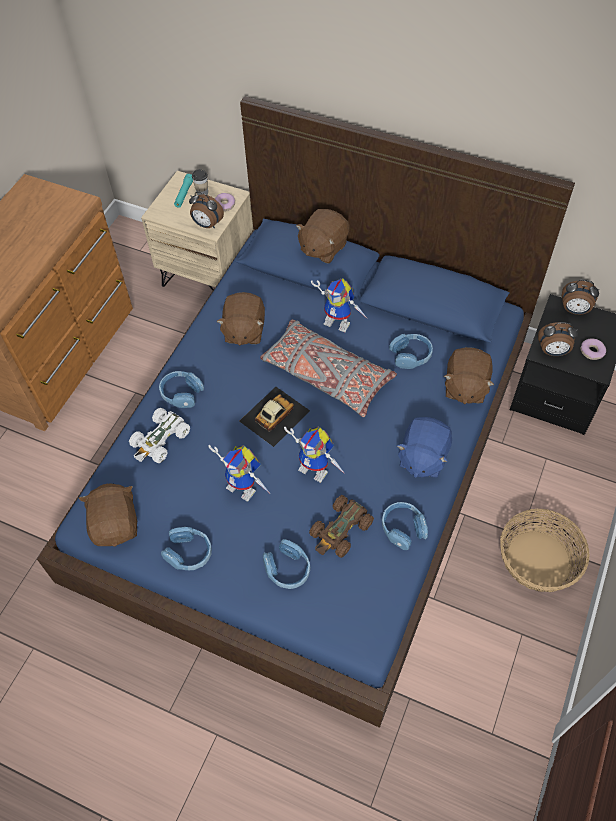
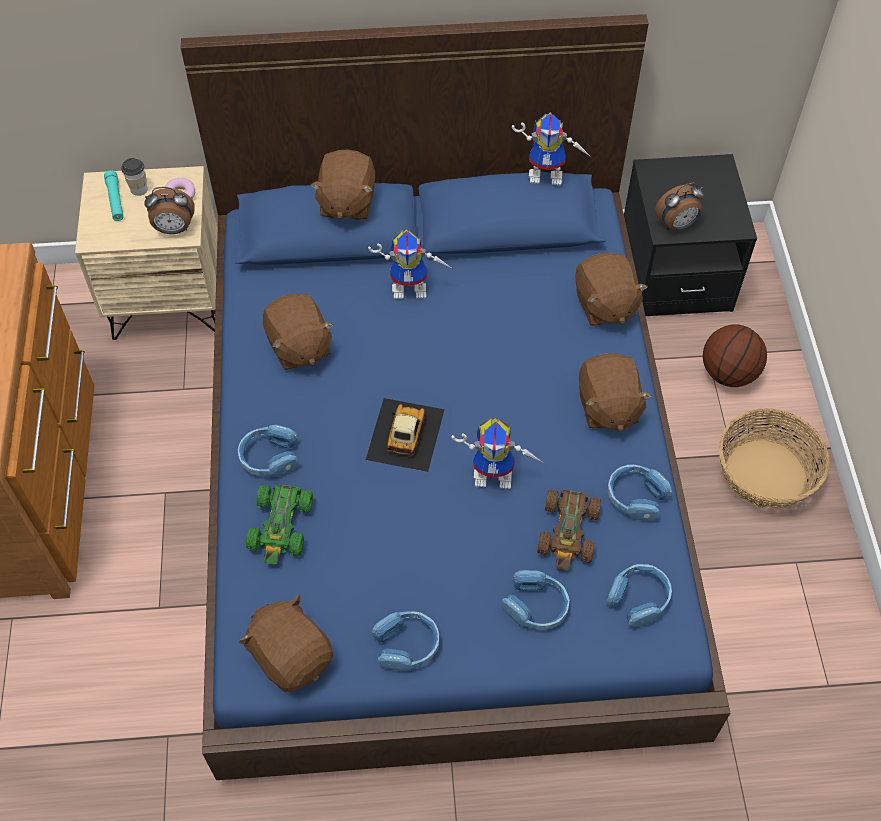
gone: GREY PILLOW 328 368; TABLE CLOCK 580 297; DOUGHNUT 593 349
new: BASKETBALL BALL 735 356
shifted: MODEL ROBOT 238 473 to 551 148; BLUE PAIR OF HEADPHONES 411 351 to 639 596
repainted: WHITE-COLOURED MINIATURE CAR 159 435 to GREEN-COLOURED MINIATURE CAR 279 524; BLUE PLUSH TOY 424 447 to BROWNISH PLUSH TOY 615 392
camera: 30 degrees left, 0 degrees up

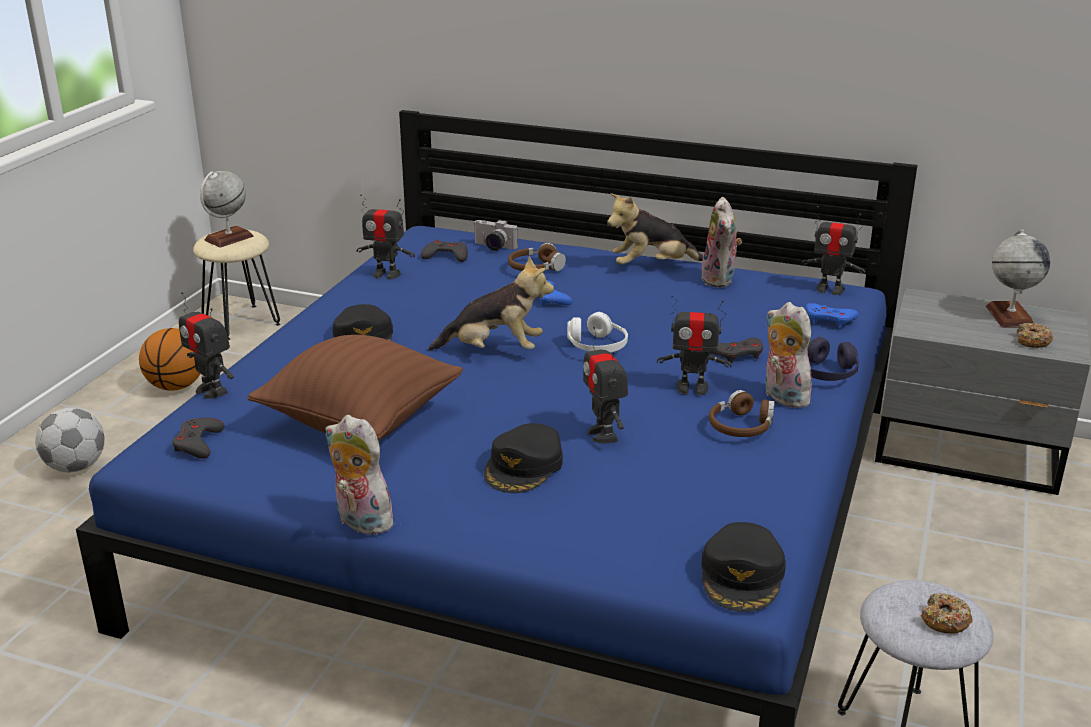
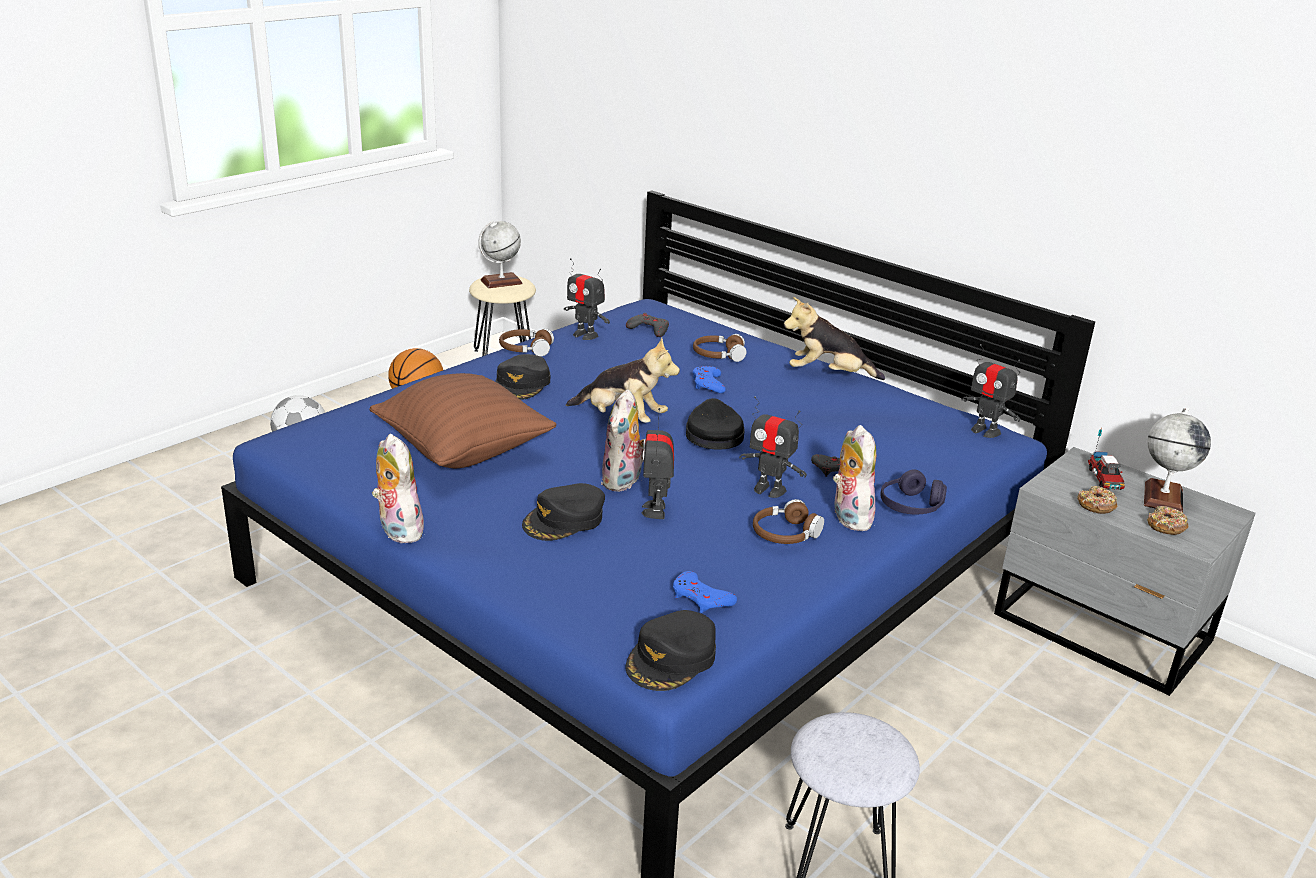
gone: GREY GAME CONTROLLER 198 438; MODEL ROBOT 206 345; PHOTO CAMERA 495 235
new: BROWNISH PAIR OF HEADPHONES 526 342; MODEL TRUCK 1106 459
shifted: PLUSH TOY 721 242 to 622 440; BLUE GAME CONTROLLER 831 315 to 705 592; DOUGHNUT 947 613 to 1097 500
swapped: WHITE-COLOURED PAIR OF HEADPHONES 597 332 to BLACK-COLOURED CAP 715 424
camera: 20 degrees right, 0 degrees up

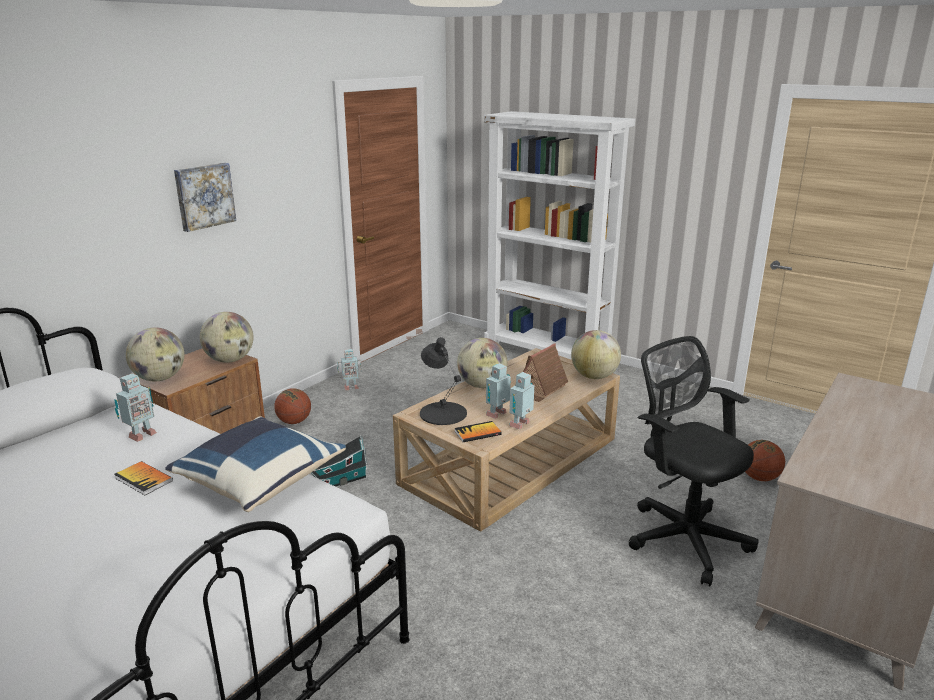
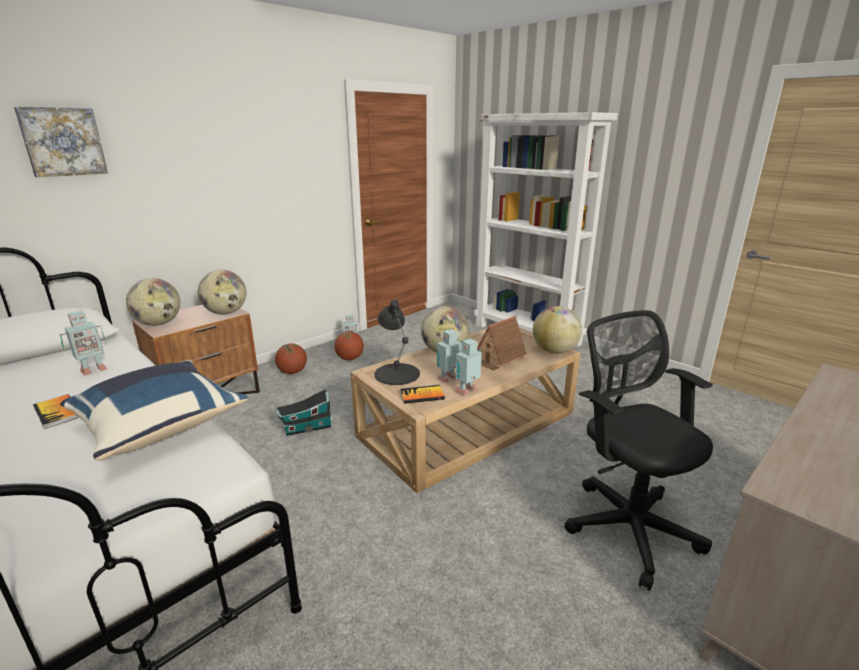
shifted: WALL PICTURE 205 197 to 61 142; BASKETBALL BALL 765 460 to 349 345
camera: 10 degrees right, 0 degrees up

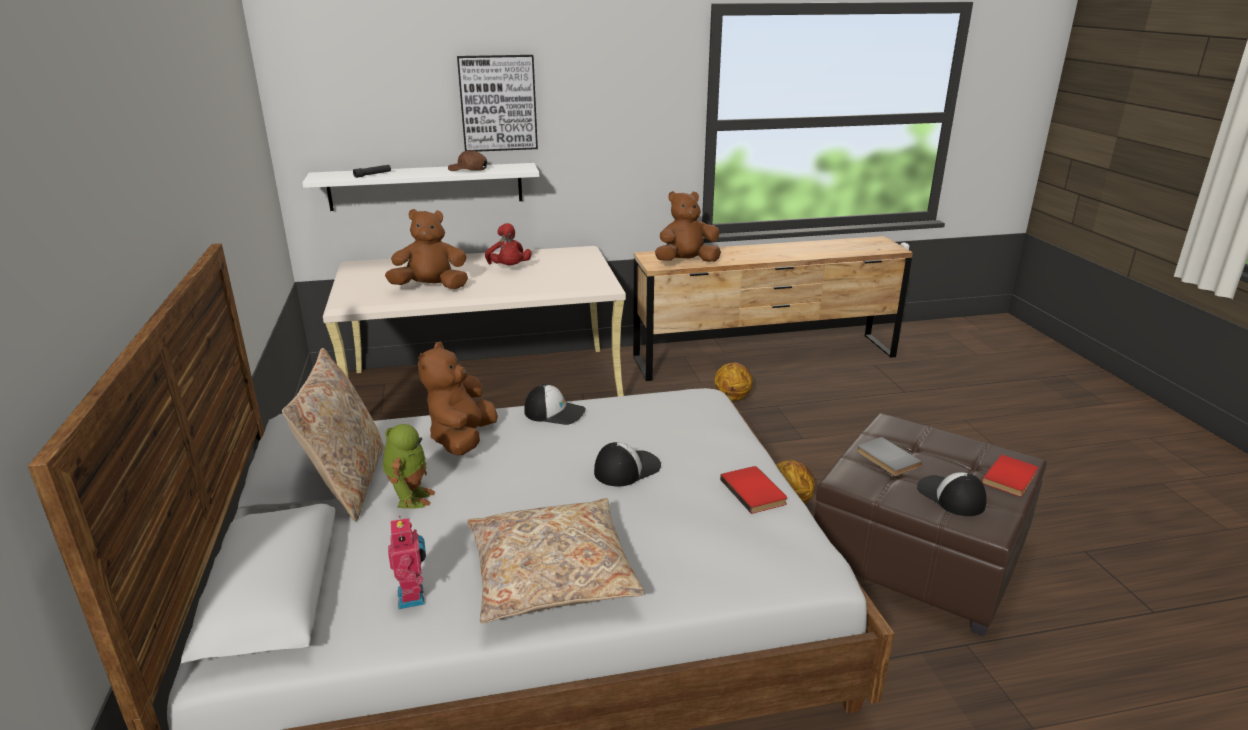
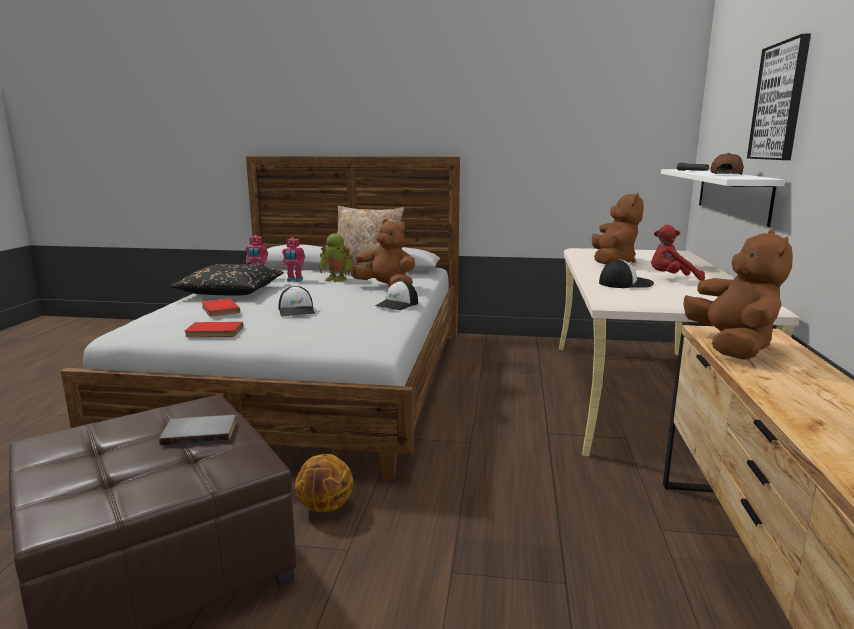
gone: BASKETBALL BALL 733 381
new: MODEL ROBOT 293 259
shifted: CAP 952 494 to 626 273; REDDISH VOLUME 1010 475 to 220 307
repainted: BEIGE-COLOURED PILLOW 556 560 to BLACK-COLOURED PILLOW 227 280
camera: 110 degrees right, 10 degrees down

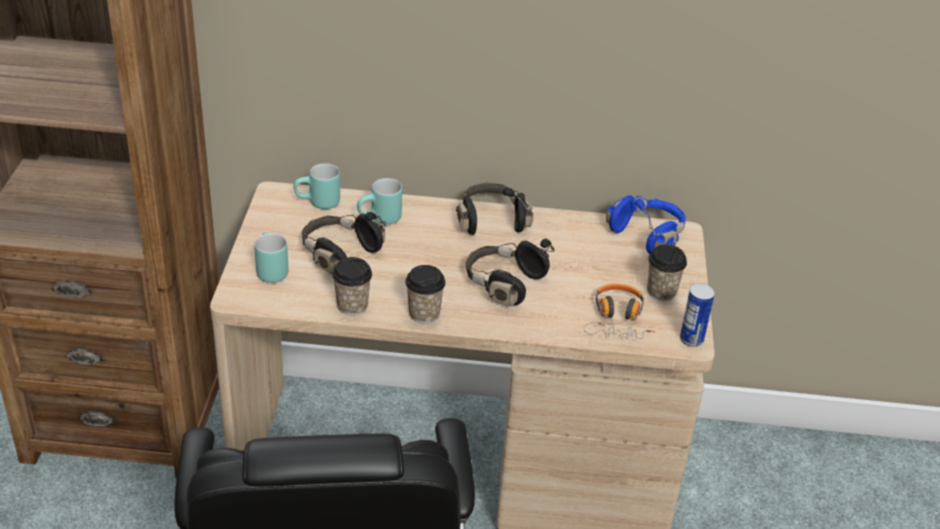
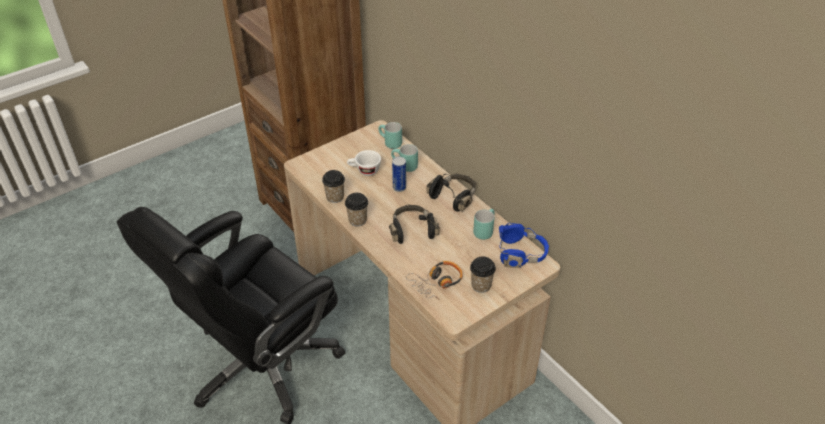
shifted: TURQUOISE COFFEE MUG 271 257 to 484 224; SEALED CAN 697 315 to 399 174
swapped: BLACK-COLOURED PAIR OF HEADPHONES 345 243 to WHITE-COLOURED DRINKING CUP 364 163
camera: 50 degrees right, 5 degrees up

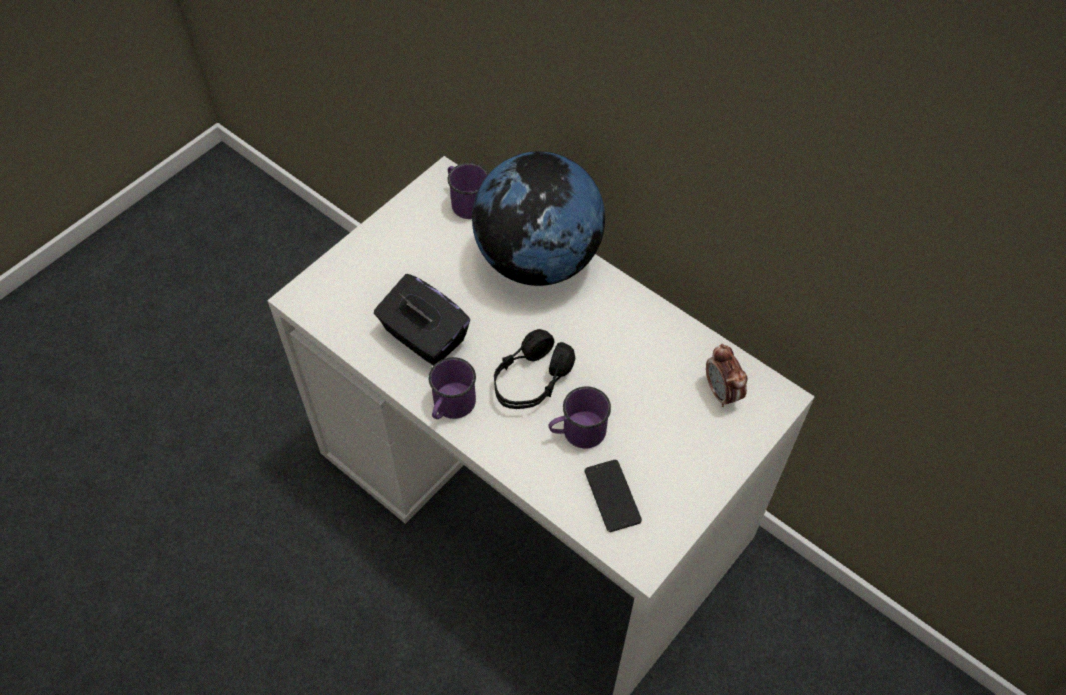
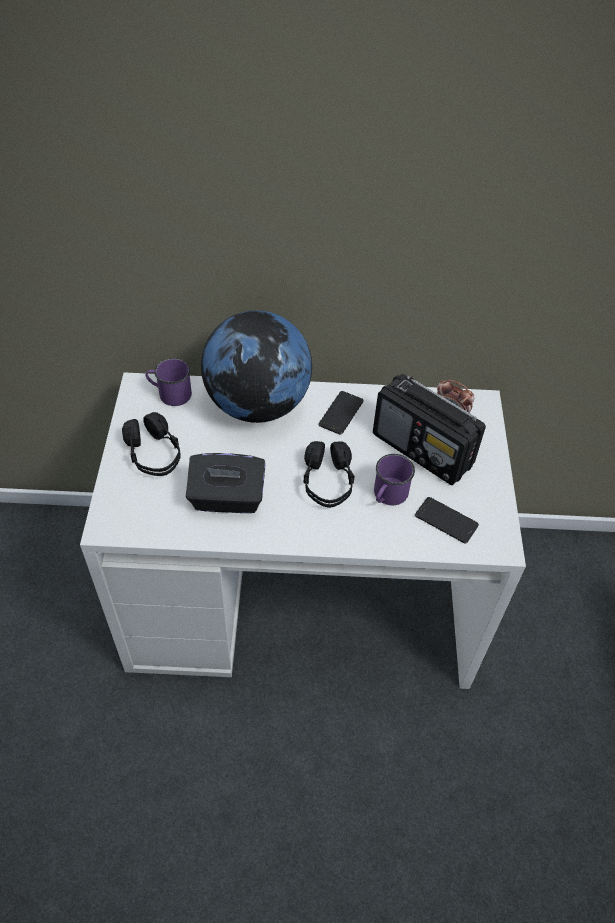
gone: PURPLISH COFFEE MUG 452 388
new: BLACK-COLOURED PAIR OF HEADPHONES 151 444; PHONE 341 413; RADIO 429 429
camera: 40 degrees left, 5 degrees down

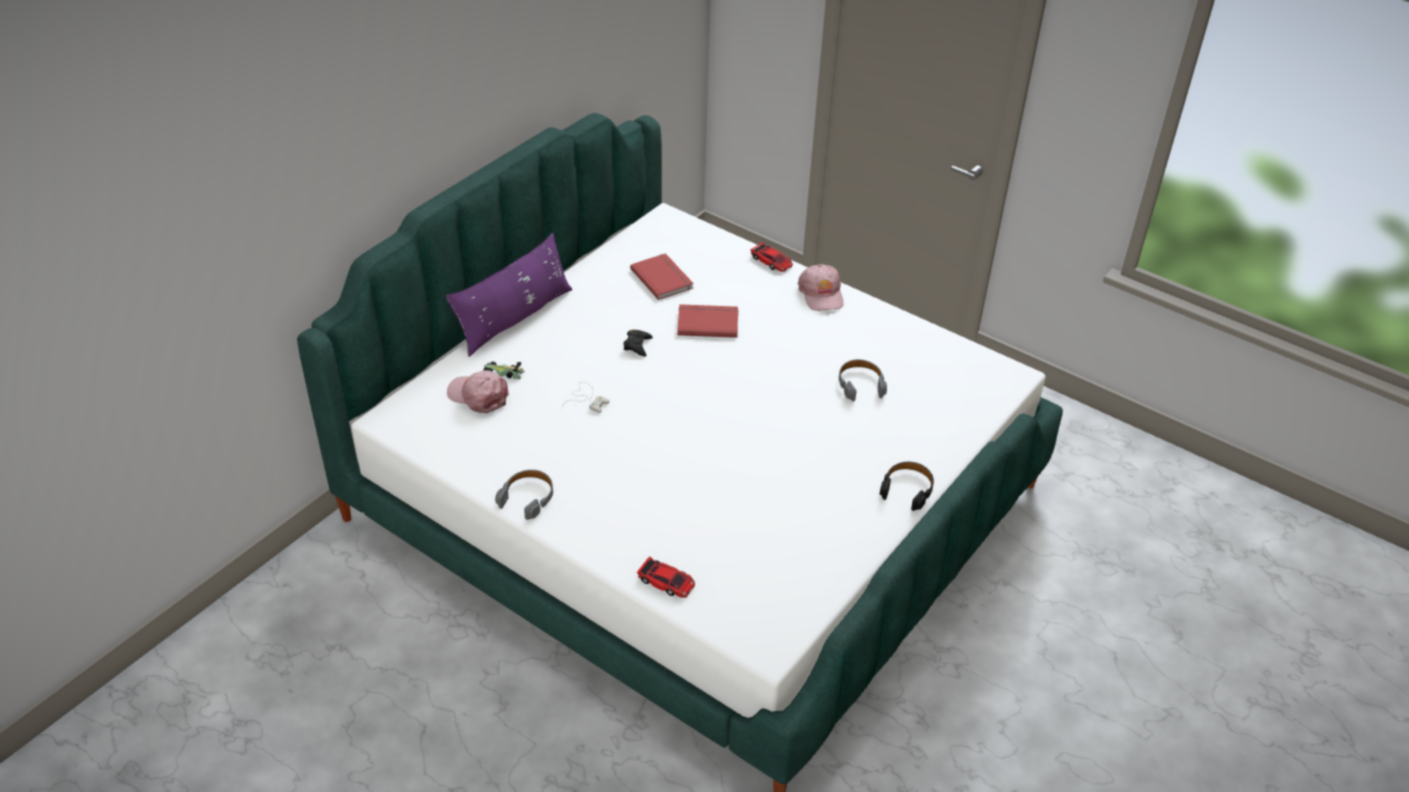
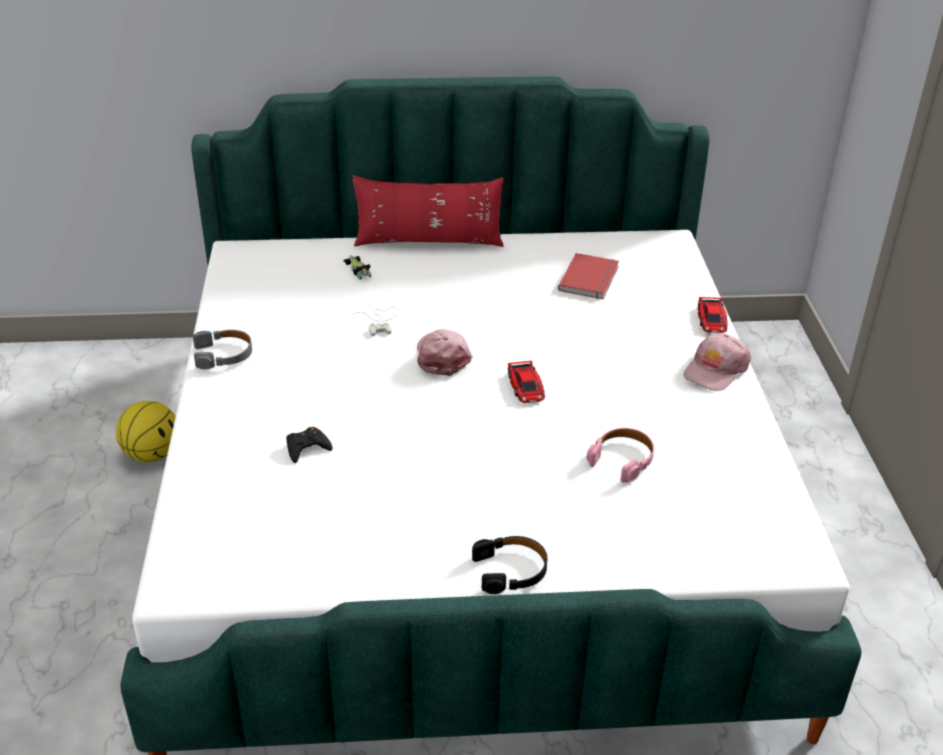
gone: REDDISH VOLUME 707 321
new: BASKETBALL BALL 146 431
shifted: PINK CAP 478 391 to 445 352; BLACK-COLOURED GAME CONTROLLER 638 343 to 309 445; MINIATURE CAR 665 577 to 526 382
repainted: PURPLISH PILLOW 509 295 to REDDISH PILLOW 428 211; GREY PAIR OF HEADPHONES 863 380 to PINK PAIR OF HEADPHONES 620 455
camera: 50 degrees right, 5 degrees down

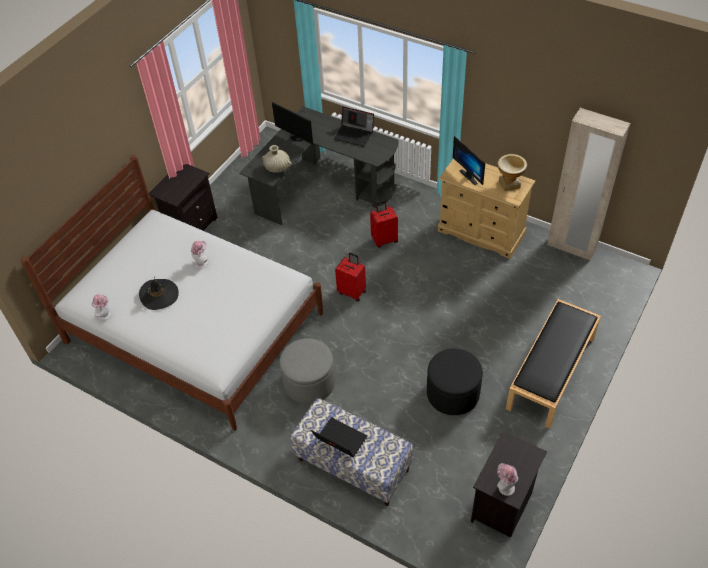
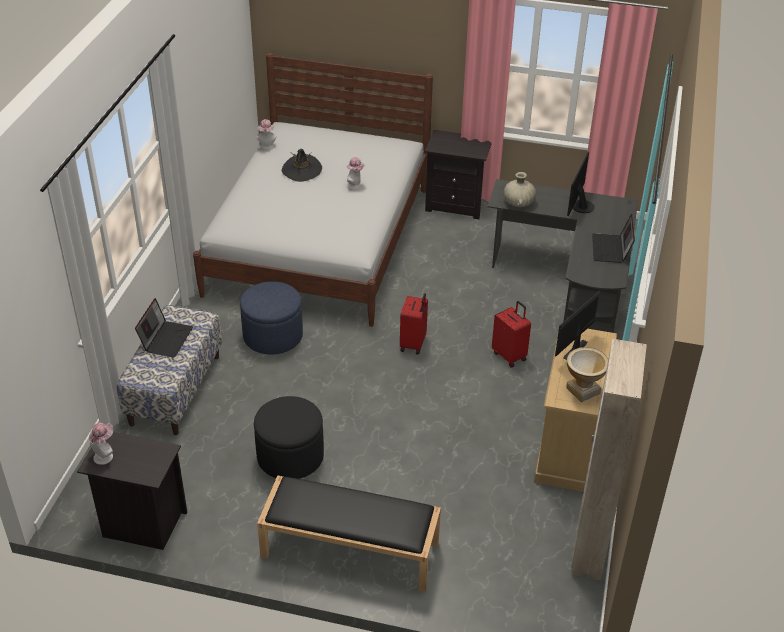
repainted: GREY FOOTREST 307 371 to BLUE FOOTREST 271 317
camera: 70 degrees right, 10 degrees down

